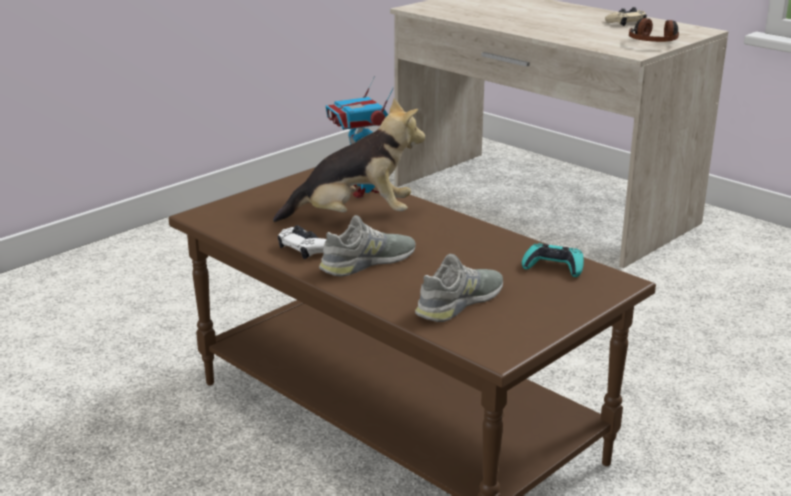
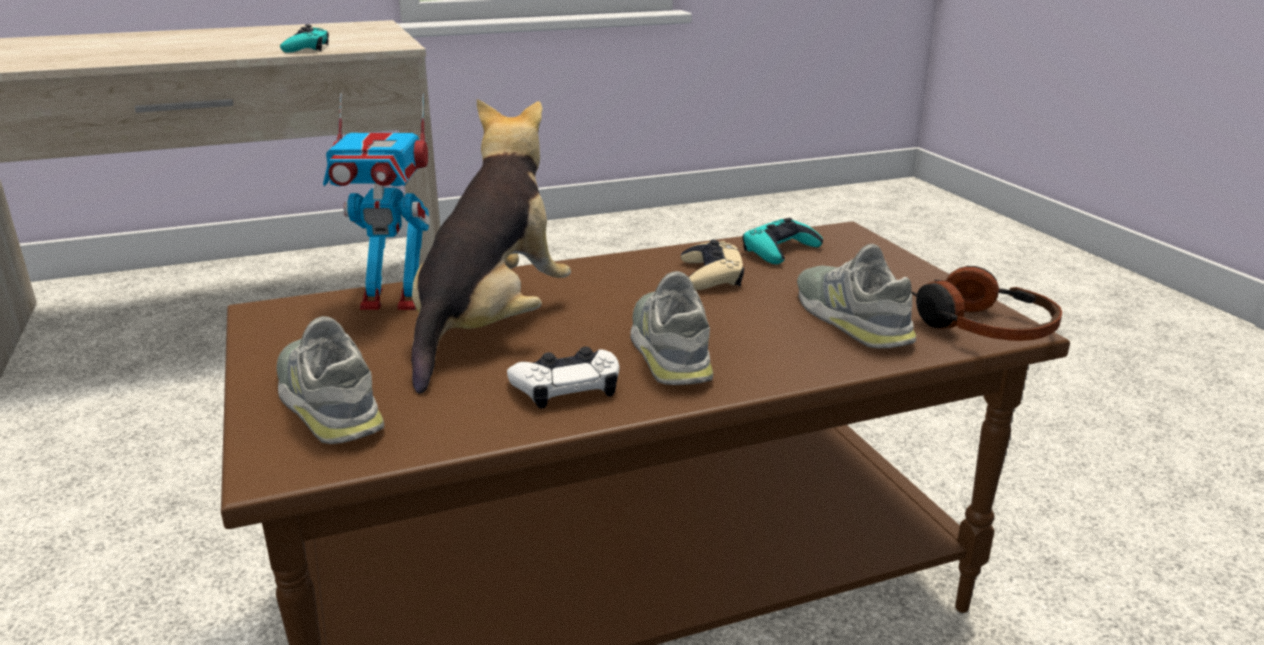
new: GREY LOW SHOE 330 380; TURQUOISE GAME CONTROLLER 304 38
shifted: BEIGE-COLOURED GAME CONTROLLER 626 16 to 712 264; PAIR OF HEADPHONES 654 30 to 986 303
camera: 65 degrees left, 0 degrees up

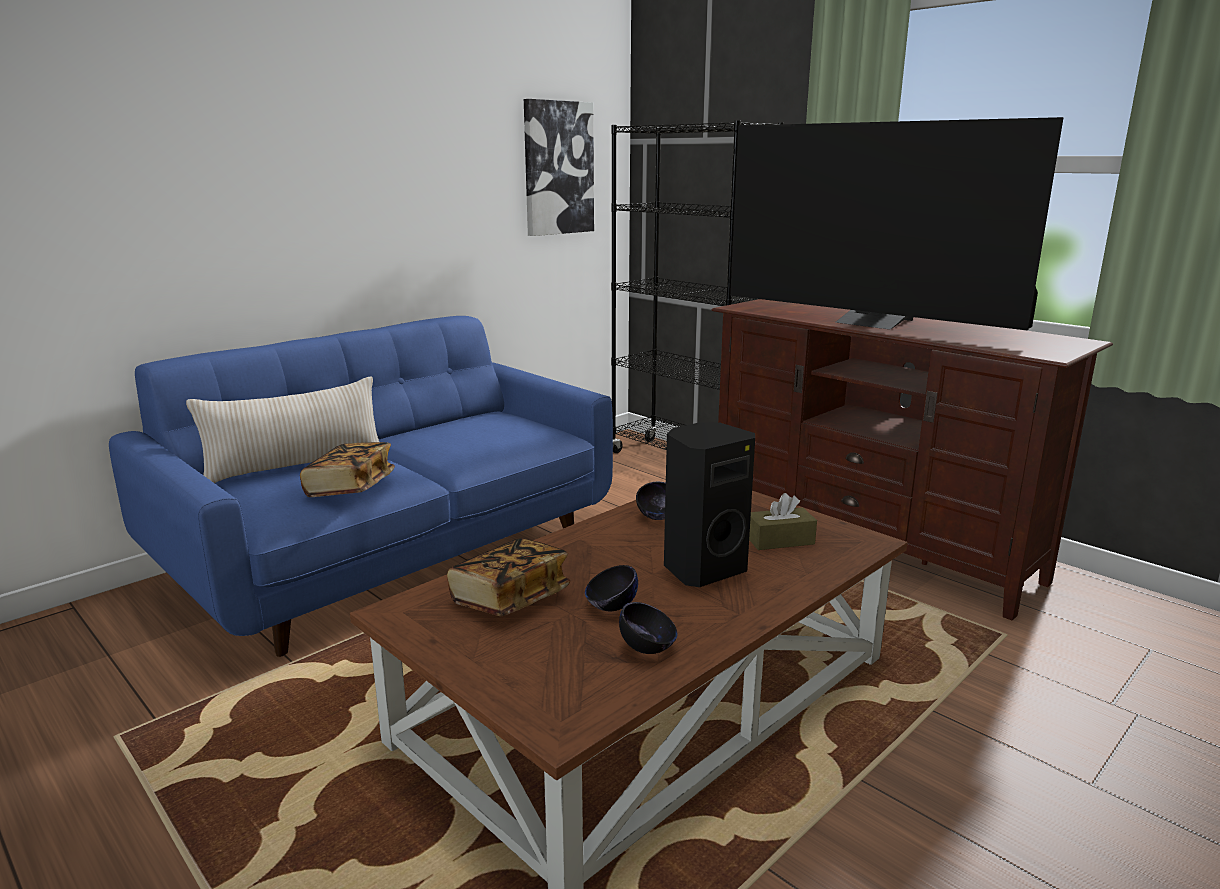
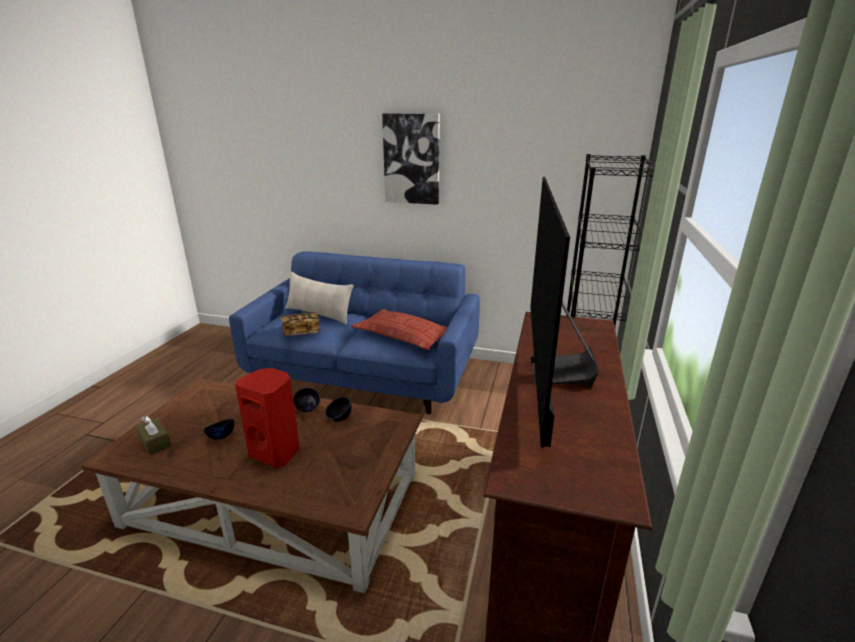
gone: VOLUME 508 577
new: PILLOW 399 329
shifted: WALL PICTURE 559 167 to 411 159; BLACK-COLOURED DEEP DISH 648 628 to 306 400; BROWNISH TISSUE BOX 783 521 to 154 435
repainted: BLACK-COLOURED LOUDSPEAKER 709 504 to REDDISH LOUDSPEAKER 267 418
camera: 60 degrees right, 5 degrees up

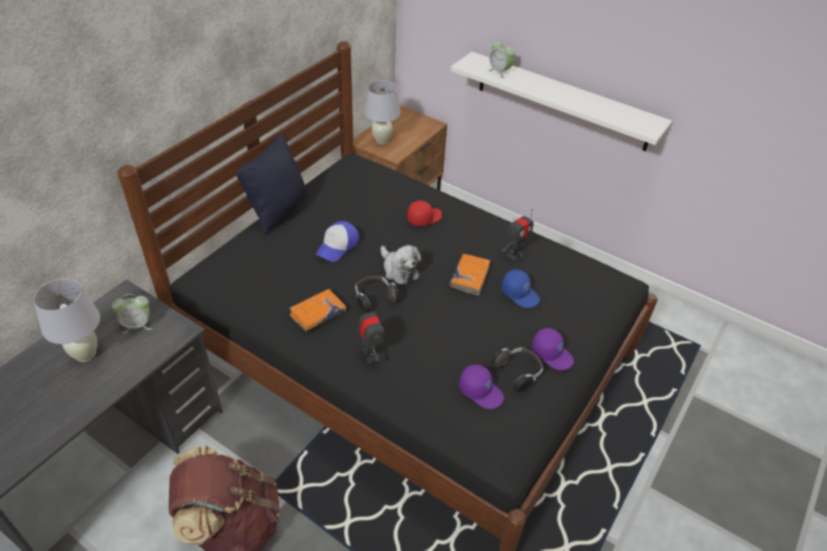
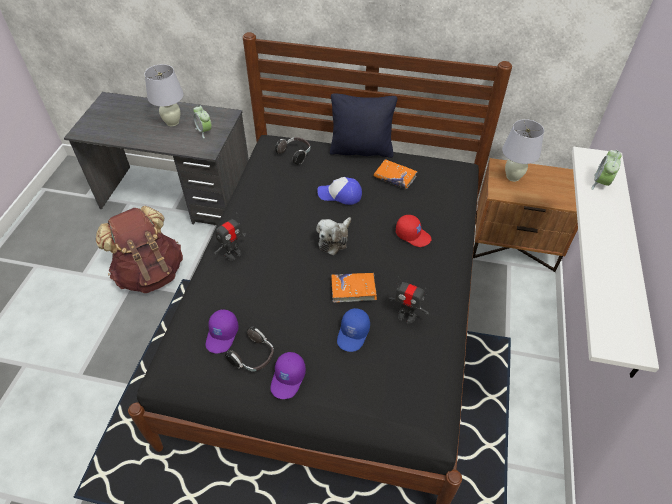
shifted: ORANGE VOLUME 317 310 to 395 174; PAIR OF HEADPHONES 377 294 to 293 150
camera: 70 degrees right, 5 degrees up

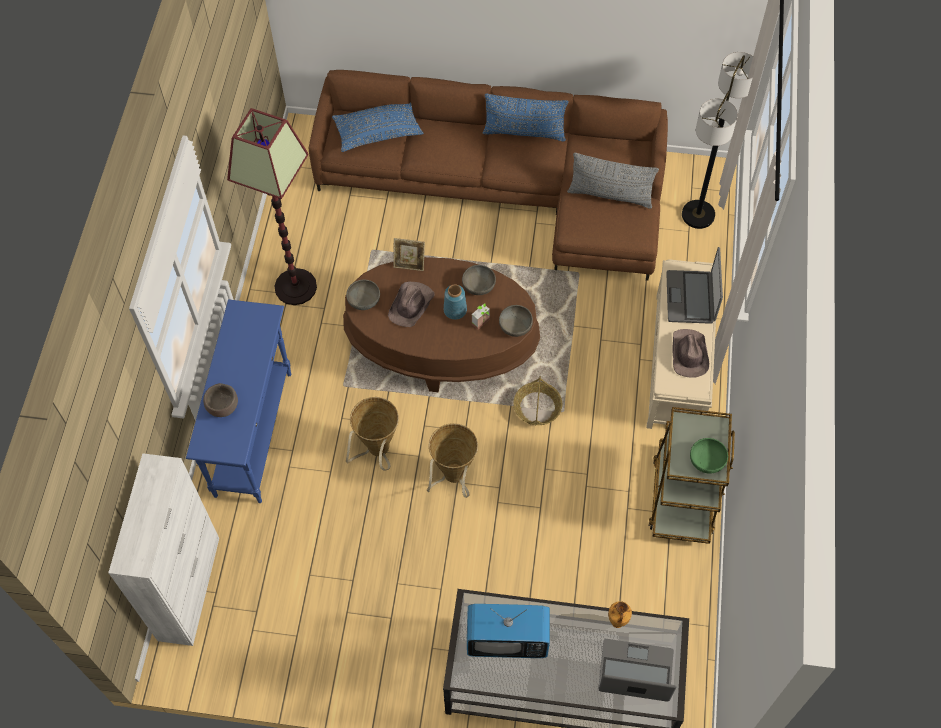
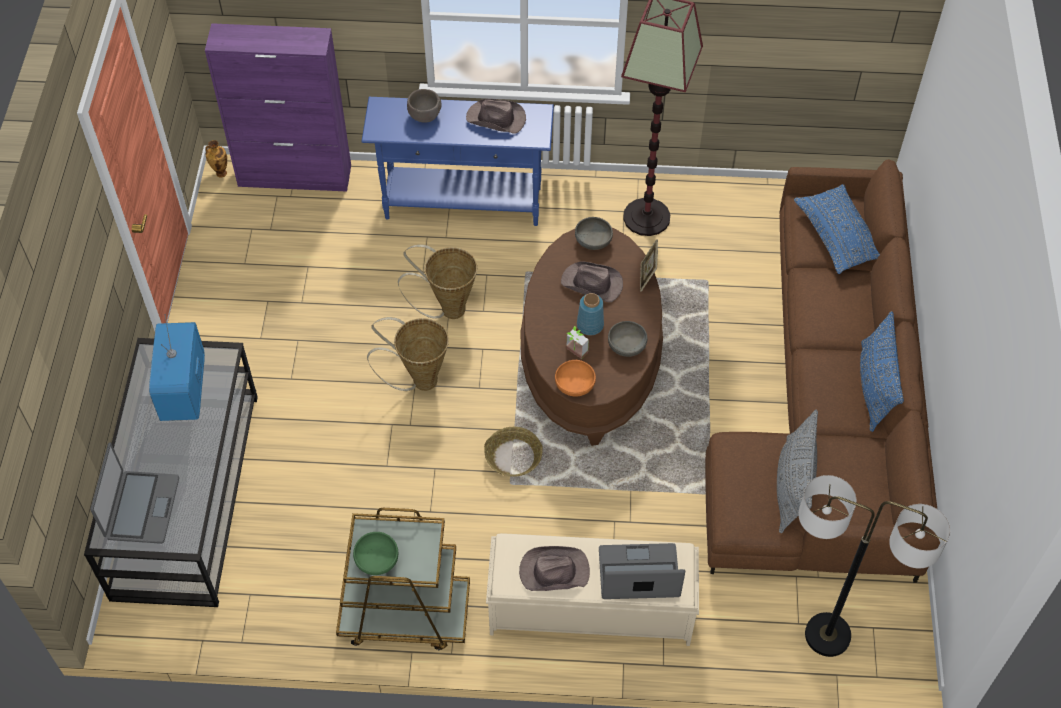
new: BROWNISH CLOTHING HAT 496 116
shifted: FLOWER VASE 620 614 to 216 159
repainted: WHITE-COLOURED CUPBOARD 163 549 to PURPLISH CUPBOARD 278 107; GREY DEEP DISH 516 321 to ORANGE DEEP DISH 575 378
camera: 85 degrees right, 5 degrees down

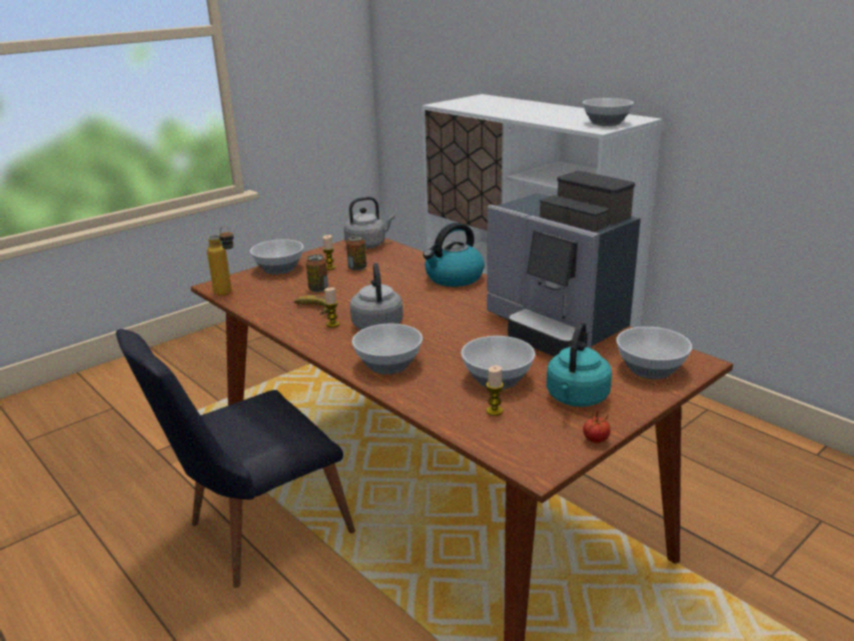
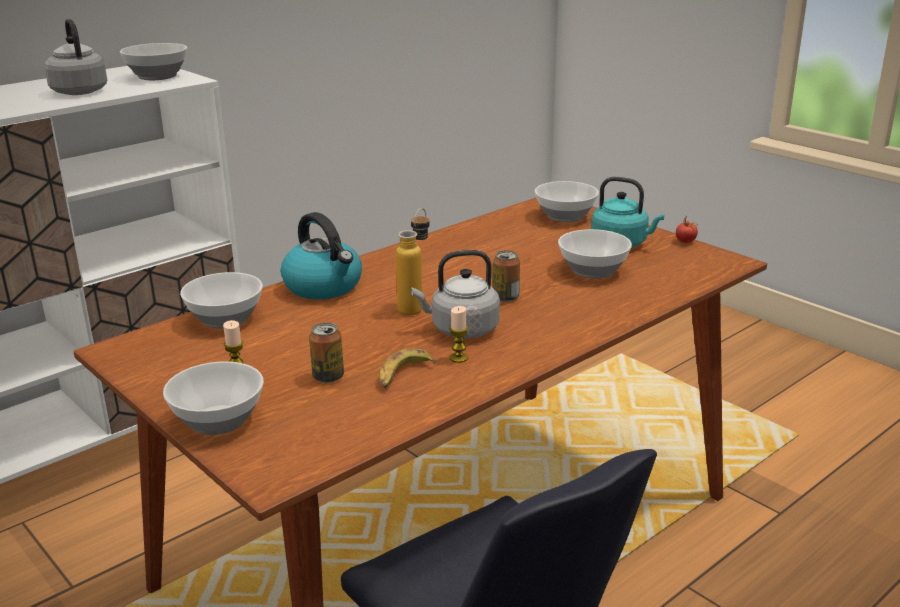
gone: WAX CANDLE 494 390; COFFEE MACHINE 564 264
shifted: BOTTLE 220 261 to 413 261; GREY WATER KETTLE 369 223 to 76 57; SEALED CAN 356 253 to 506 276; DEEP DISH 387 349 to 221 300
camera: 90 degrees left, 0 degrees up

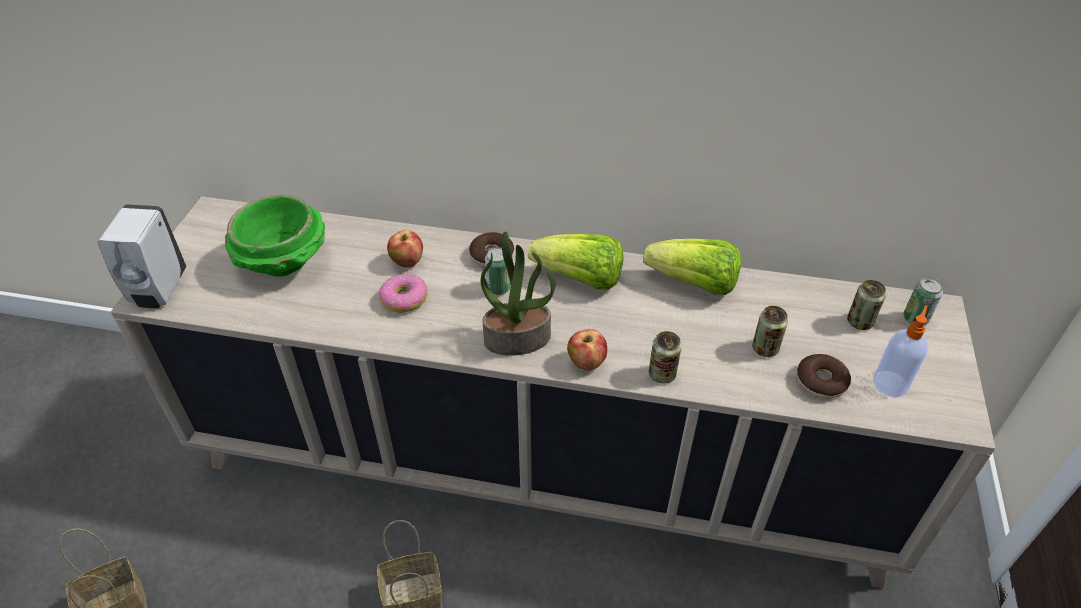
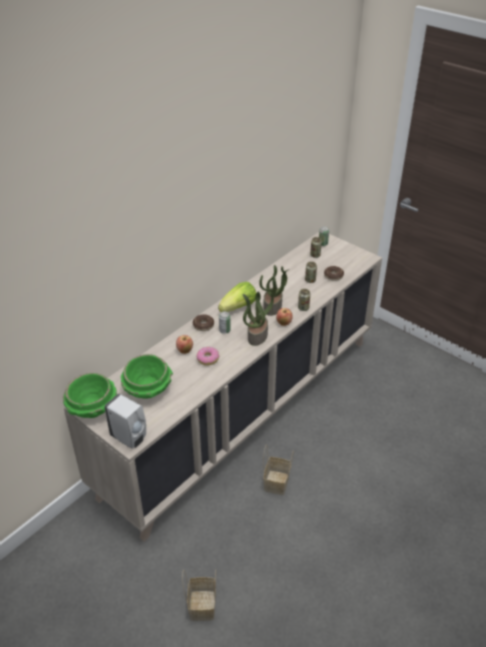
gone: LETTUCE HEAD 692 267; LIQUID SOAP BOTTLE 900 351
new: GREEN-COLOURED DEEP DISH 90 395; PLANT IN A POT 274 290
camera: 60 degrees left, 5 degrees down

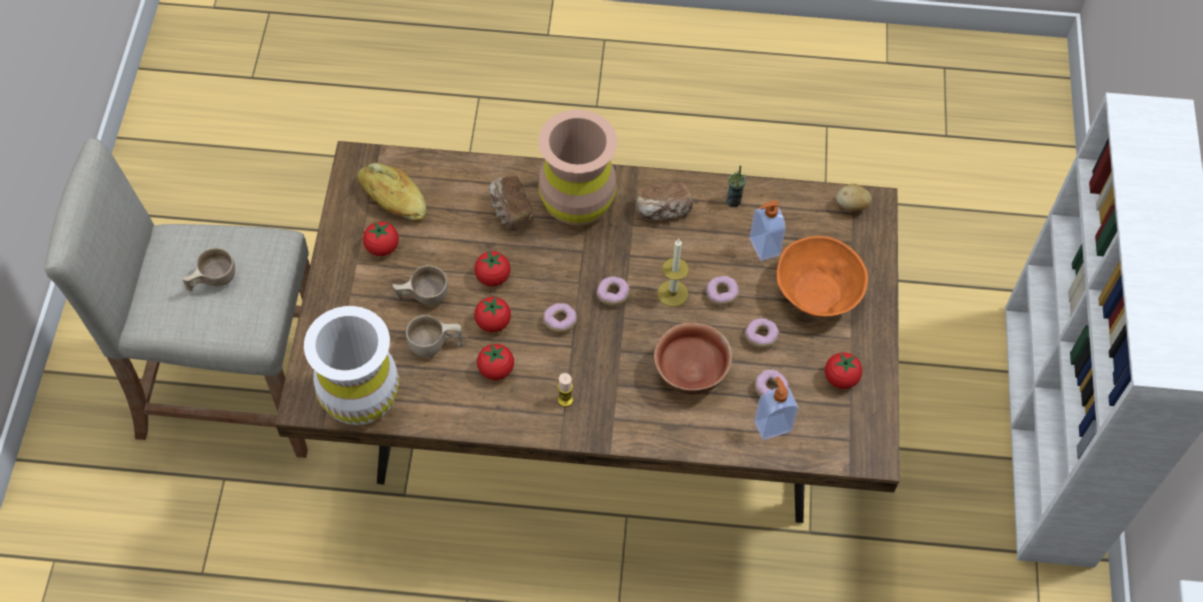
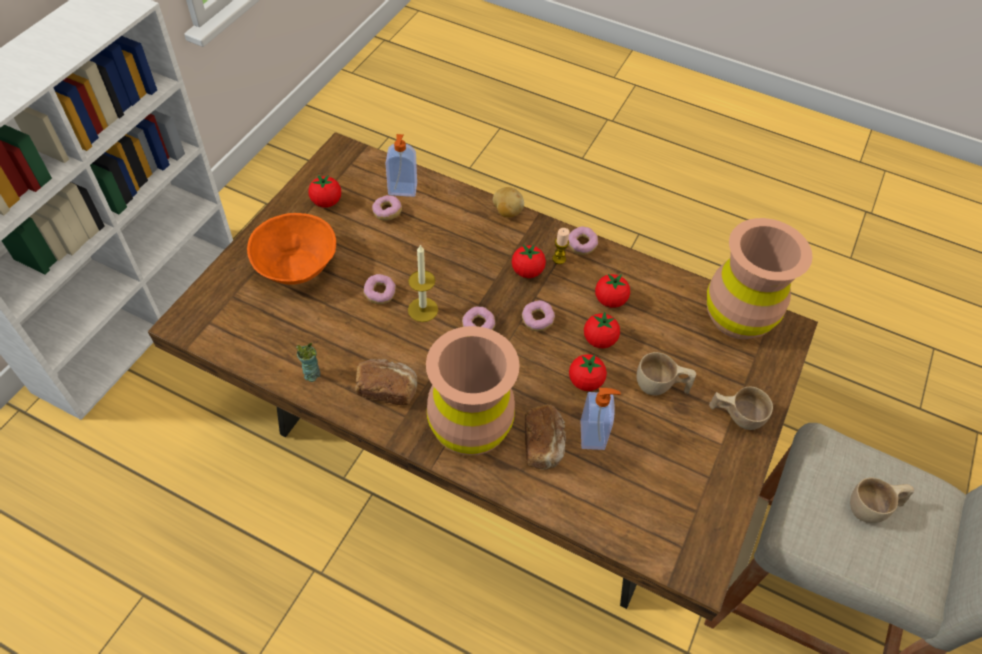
gone: BREAD 391 192; DEEP DISH 693 358
shifted: FRESH TOMATO 381 238 to 529 261; BEIGE-COLOURED DRINKING CUP 434 336 to 741 408; DOUGHNUT 762 333 to 583 240; LIQUID SOAP BOTTLE 767 230 to 601 419; POTATO 854 197 to 508 202
repainted: WHITE-COLOURED FLOWER VASE 351 365 to BROWNISH FLOWER VASE 760 278
camera: 160 degrees left, 5 degrees down

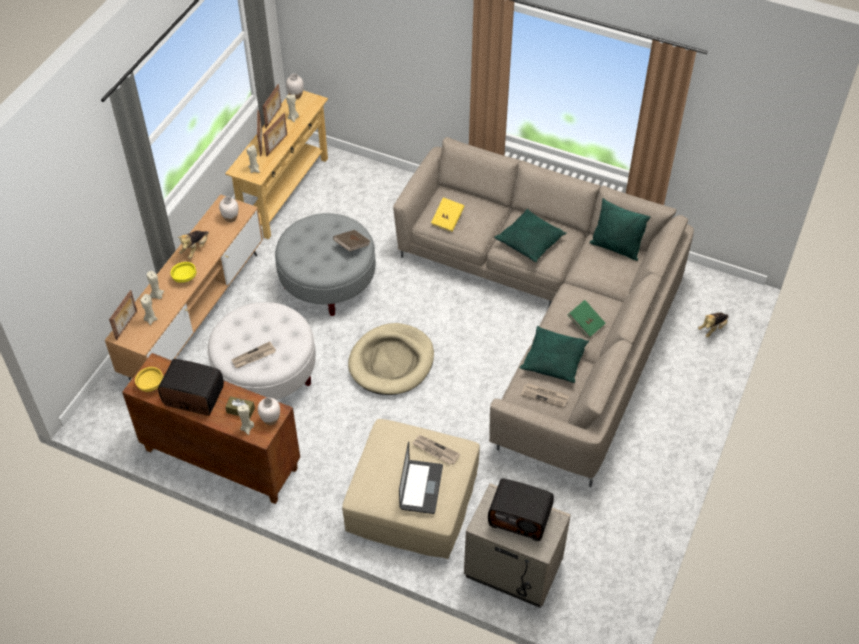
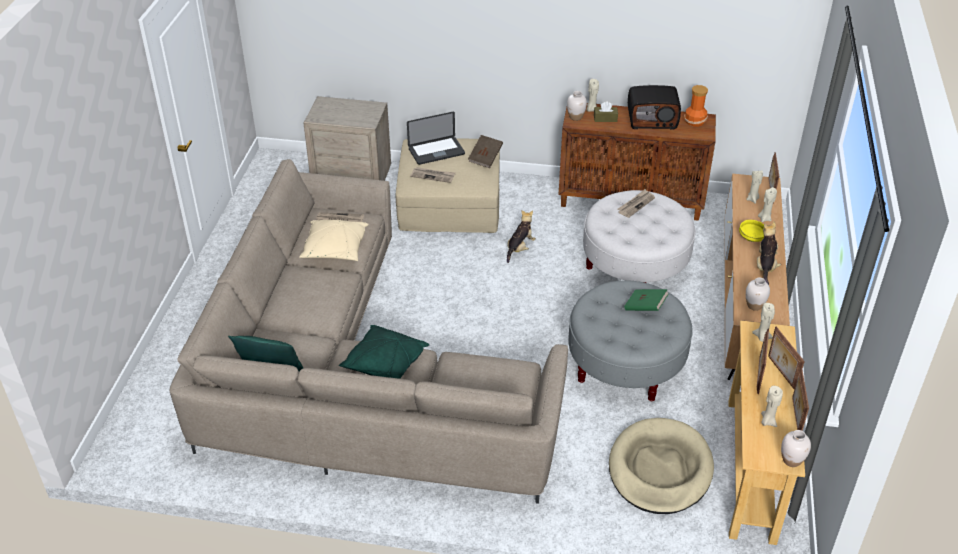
gone: YELLOW VOLUME 448 214; RADIO 521 509
shifted: BROWNISH VOLUME 351 240 to 485 151; BEIGE-COLOURED PET BED 391 359 to 661 466; GREEN-COLOURED VOLUME 587 319 to 646 300; PLUSH TOY 713 325 to 521 236
swapped: YELLOW DEEP DISH 149 379 to FLOWER VASE 696 106
repainted: GREEN-COLOURED PILLOW 554 354 to BEIGE-COLOURED PILLOW 334 240
rotated: PORTABLE COMPUTER 421 478 = 436 138 105 degrees counterclockwise
camera: 165 degrees right, 10 degrees down

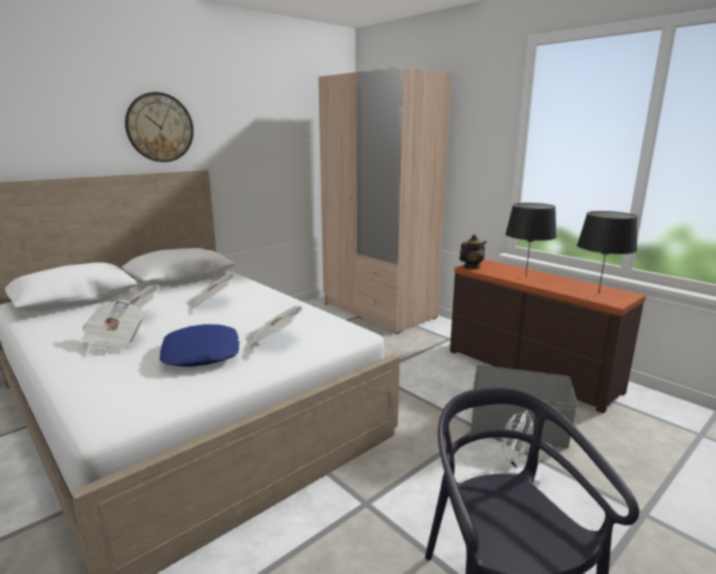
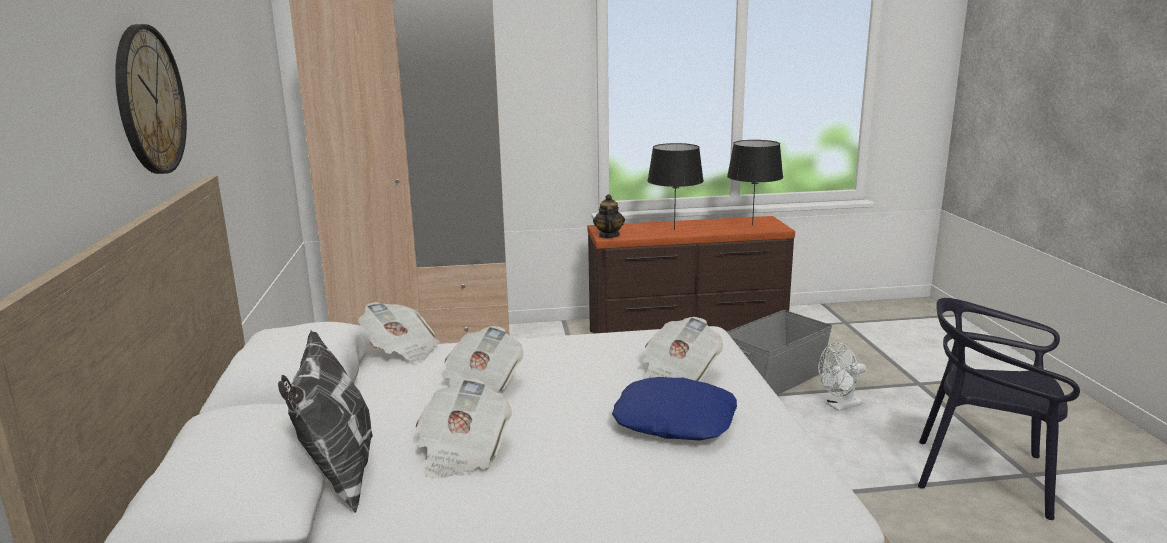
new: PILLOW 325 421
shifted: PRINTED PAPER 113 328 to 399 332
camera: 55 degrees left, 0 degrees up

